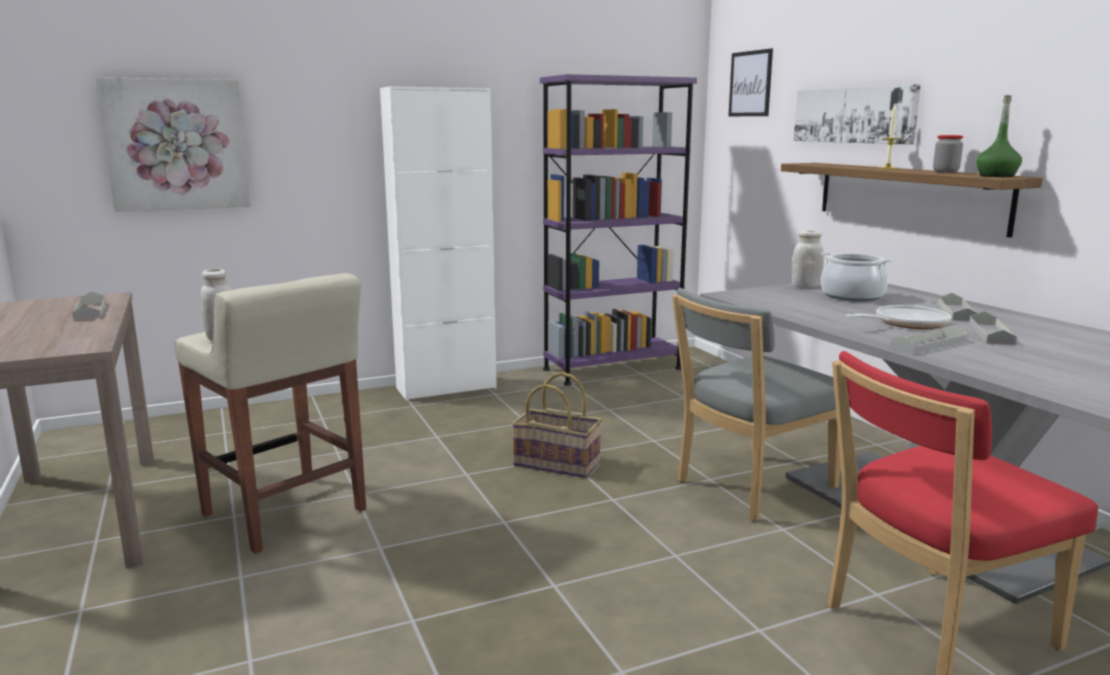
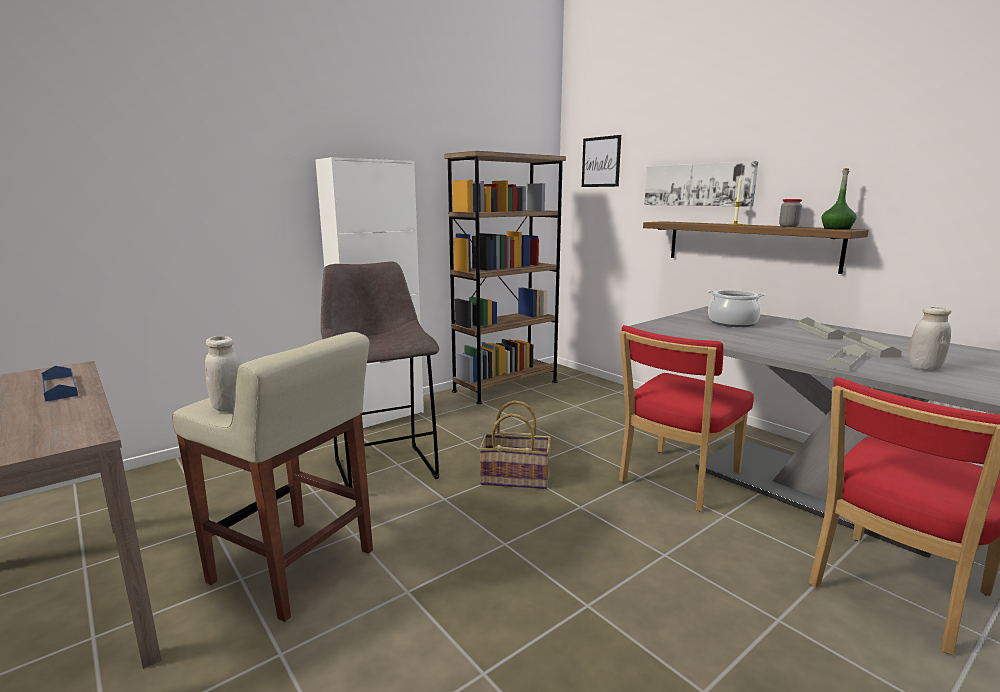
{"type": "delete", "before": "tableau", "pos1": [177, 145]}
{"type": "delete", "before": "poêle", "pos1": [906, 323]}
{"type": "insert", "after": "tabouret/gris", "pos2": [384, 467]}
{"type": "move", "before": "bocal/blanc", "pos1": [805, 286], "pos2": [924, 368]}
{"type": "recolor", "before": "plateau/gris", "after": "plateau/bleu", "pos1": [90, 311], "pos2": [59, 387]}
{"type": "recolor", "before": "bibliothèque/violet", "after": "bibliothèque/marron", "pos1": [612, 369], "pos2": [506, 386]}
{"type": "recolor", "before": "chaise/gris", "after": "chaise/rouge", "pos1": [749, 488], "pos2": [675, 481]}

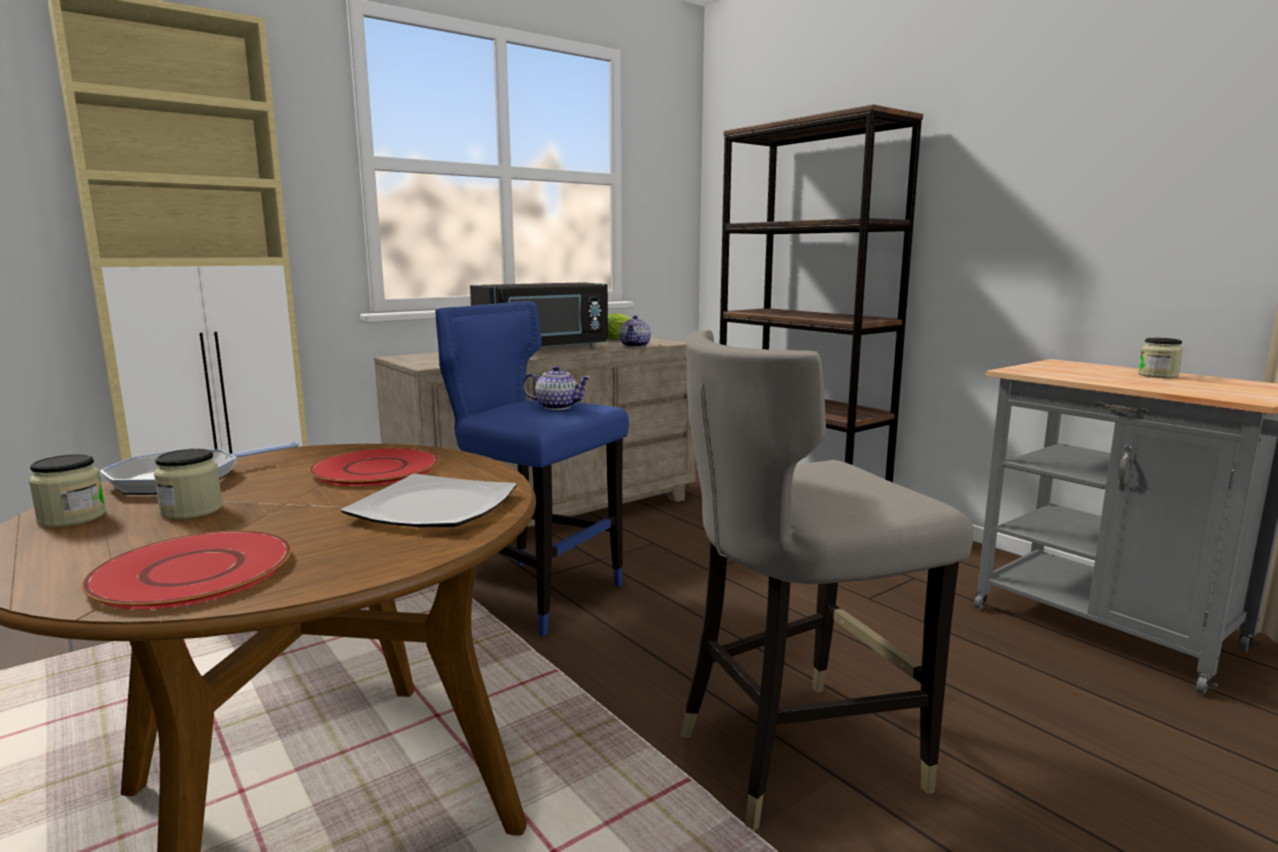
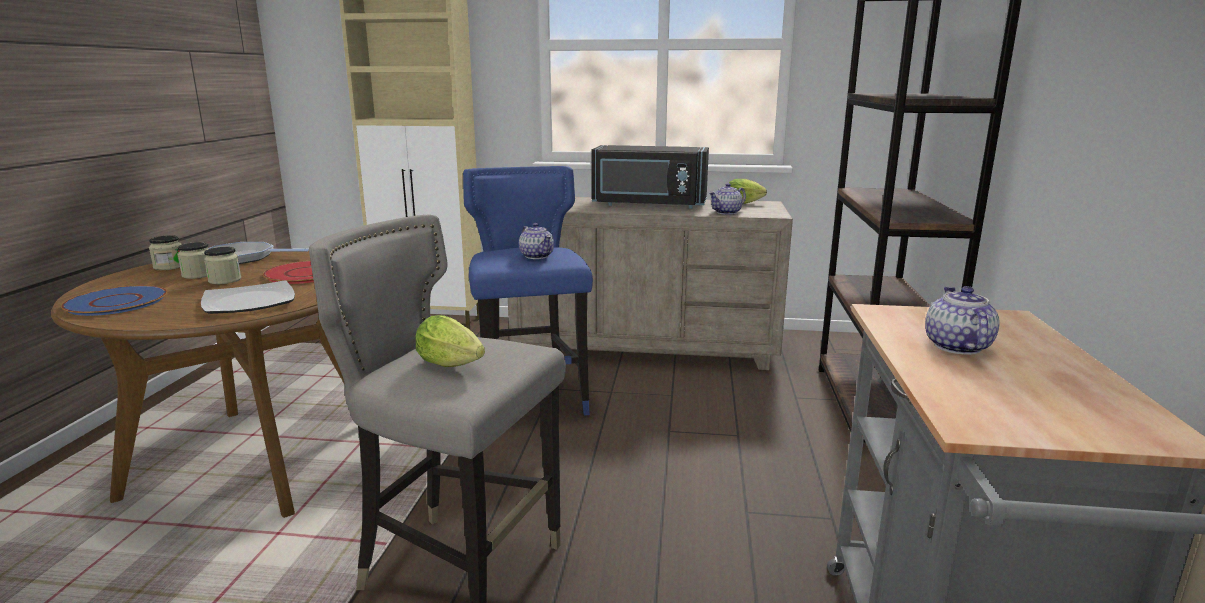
{"type": "insert", "after": "laitue", "pos2": [453, 366]}
{"type": "insert", "after": "théière", "pos2": [956, 347]}
{"type": "move", "before": "bocal", "pos1": [1157, 375], "pos2": [225, 280]}
{"type": "recolor", "before": "assiette/rouge", "after": "assiette/bleu", "pos1": [193, 572], "pos2": [116, 302]}

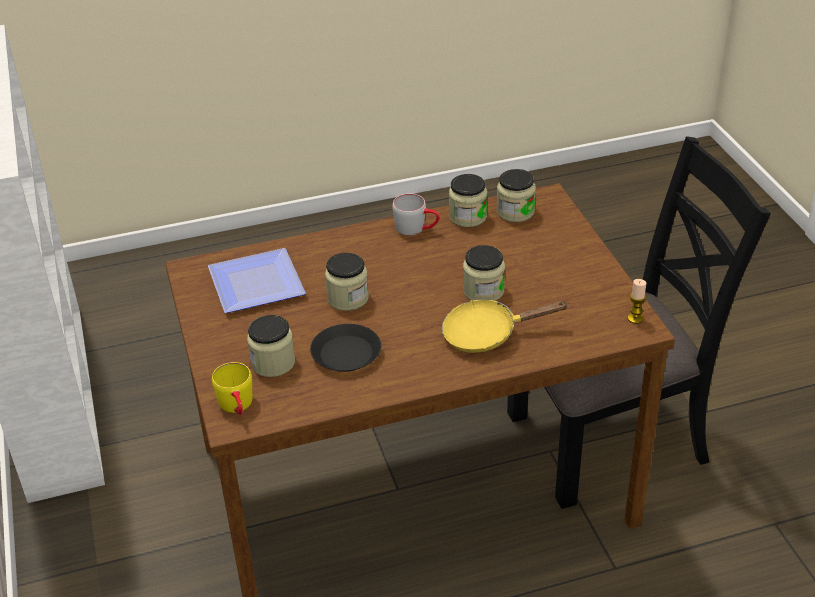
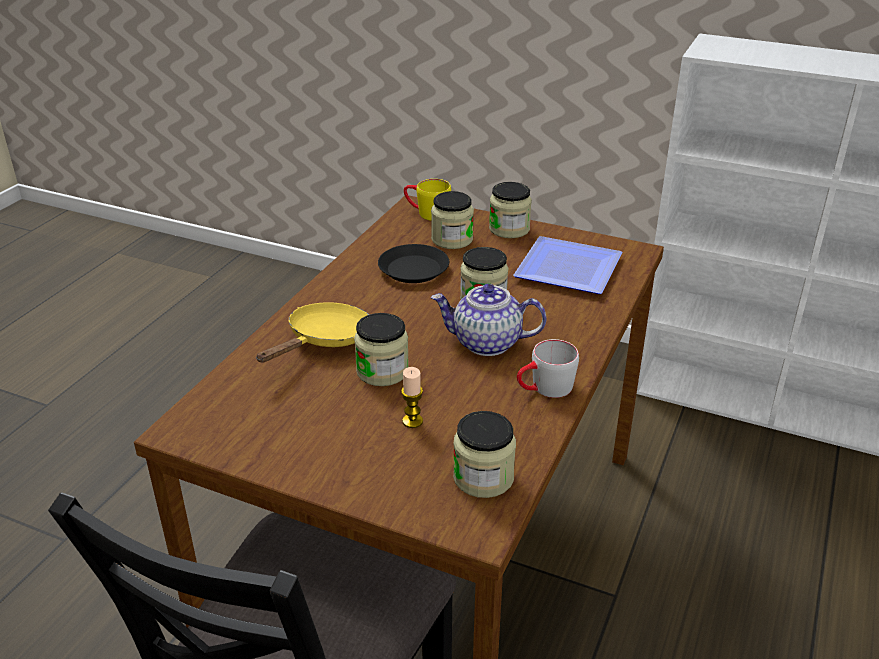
{"type": "insert", "after": "théière", "pos2": [486, 343]}
{"type": "move", "before": "bocal", "pos1": [467, 217], "pos2": [509, 229]}
{"type": "move", "before": "bougie", "pos1": [635, 318], "pos2": [412, 421]}

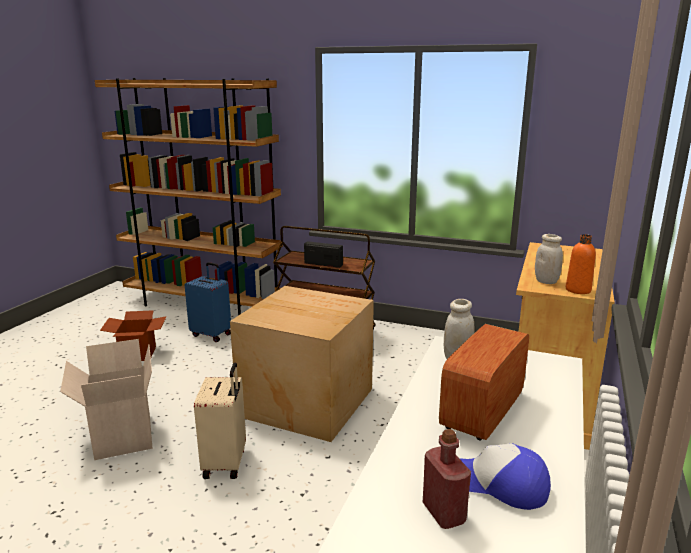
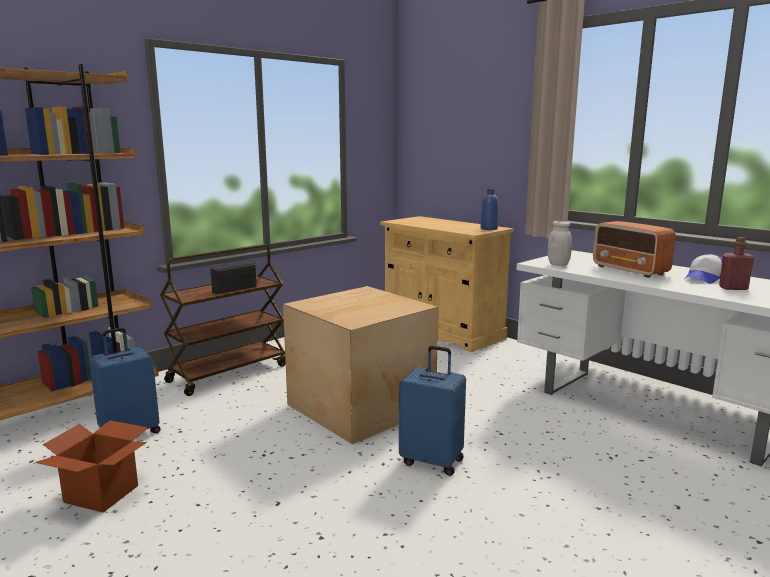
{"type": "delete", "before": "carton", "pos1": [121, 436]}
{"type": "delete", "before": "bocal/blanc", "pos1": [546, 281]}
{"type": "recolor", "before": "valise/beige", "after": "valise/bleu", "pos1": [226, 463], "pos2": [432, 461]}
{"type": "recolor", "before": "bouteille/orange", "after": "bouteille/bleu", "pos1": [578, 290], "pos2": [489, 229]}

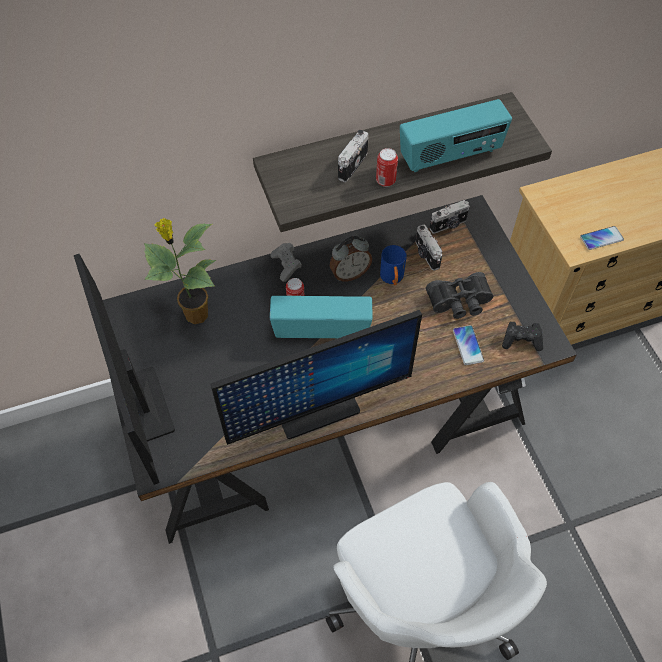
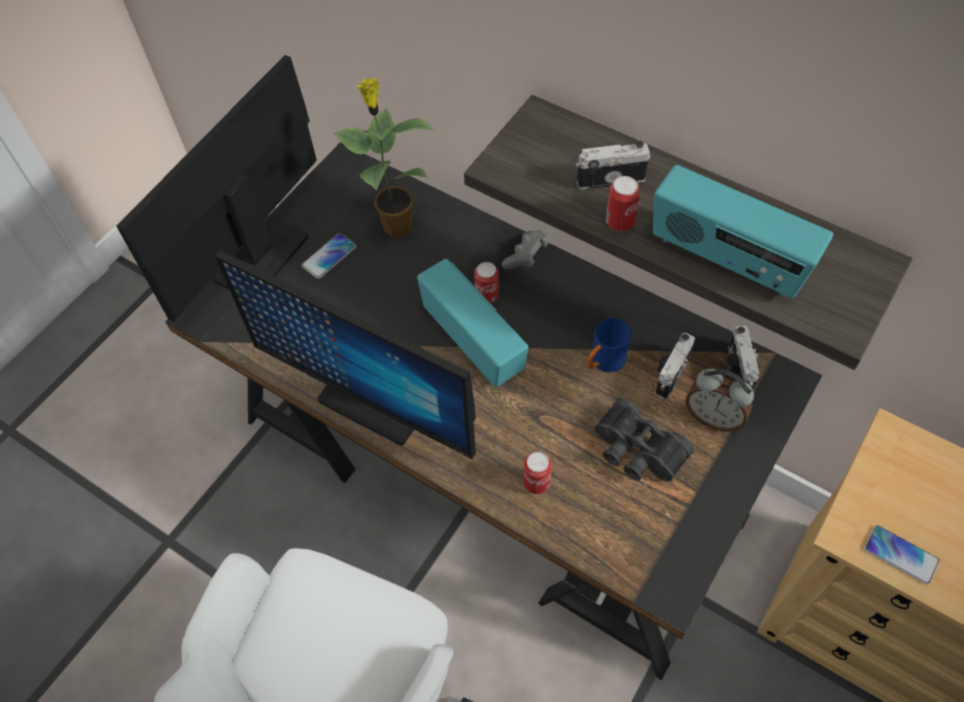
{"type": "delete", "before": "manette/noir", "pos1": [521, 340]}
{"type": "insert", "after": "boîte métallique", "pos2": [536, 483]}
{"type": "move", "before": "réveil", "pos1": [349, 273], "pos2": [713, 417]}
{"type": "move", "before": "téléphone", "pos1": [468, 345], "pos2": [329, 256]}
{"type": "rotate", "before": "appareil photo", "pos1": [448, 225], "pos2": [737, 369], "turn": 60}

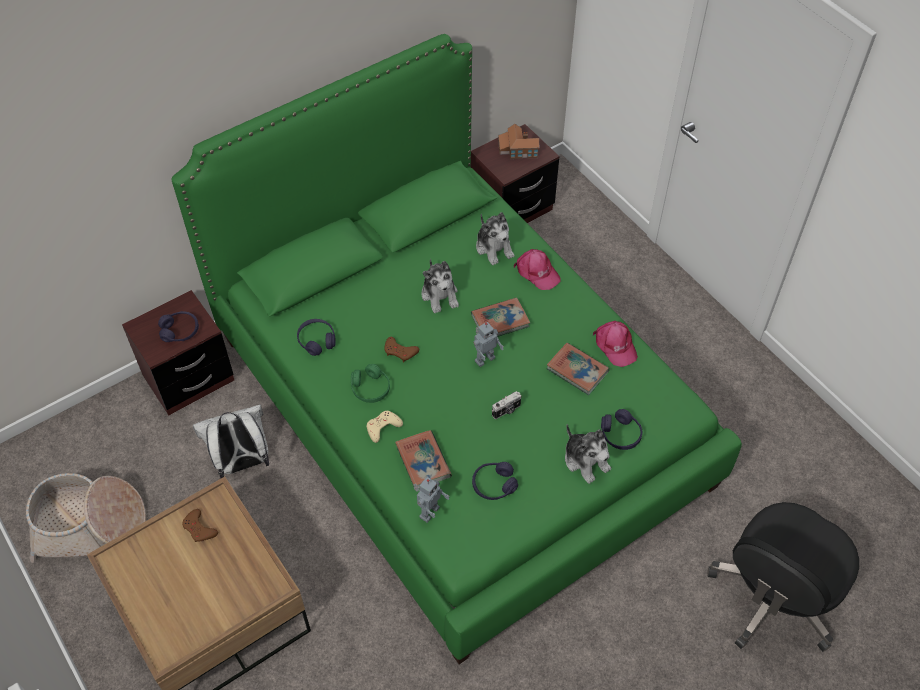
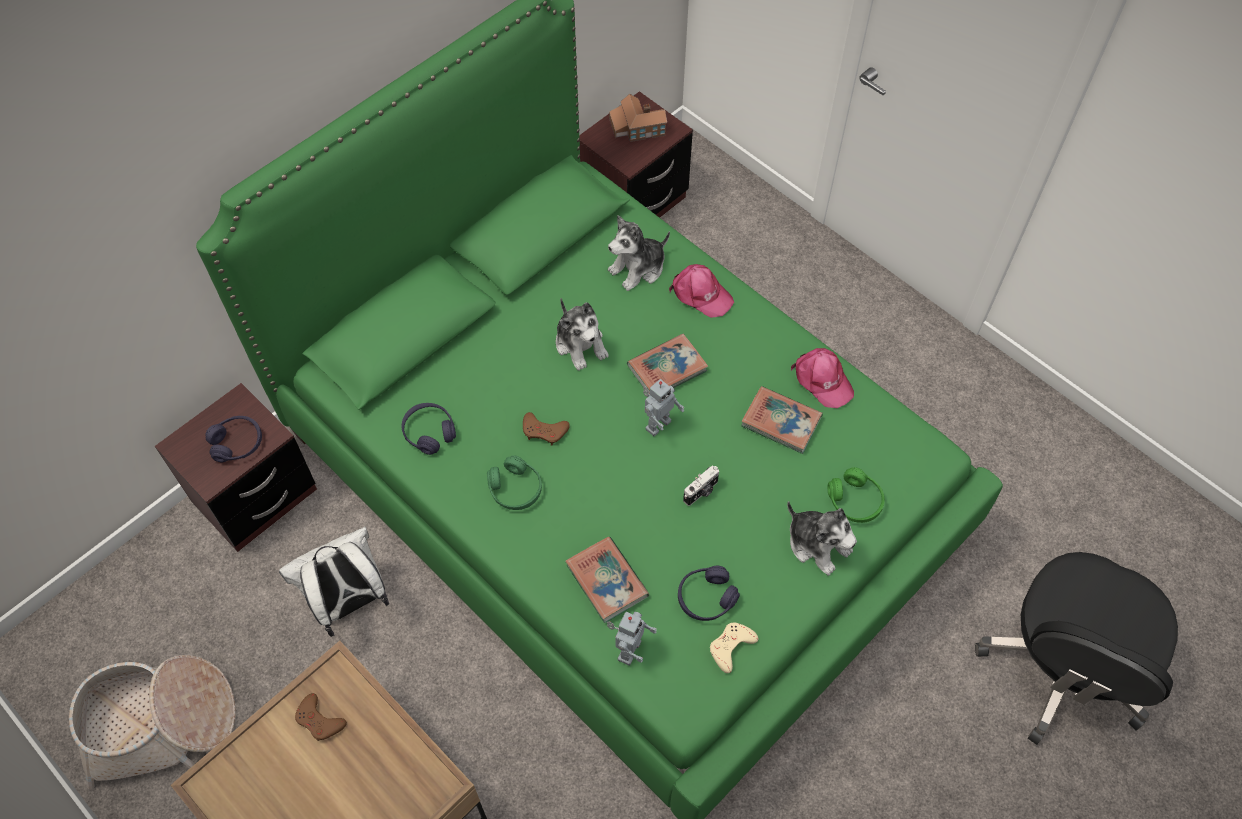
{"type": "move", "before": "manette/beige", "pos1": [383, 427], "pos2": [731, 647]}
{"type": "recolor", "before": "casque audio/violet", "after": "casque audio/vert", "pos1": [620, 434], "pos2": [854, 501]}
{"type": "rotate", "before": "peluche", "pos1": [494, 248], "pos2": [638, 268], "turn": 90}

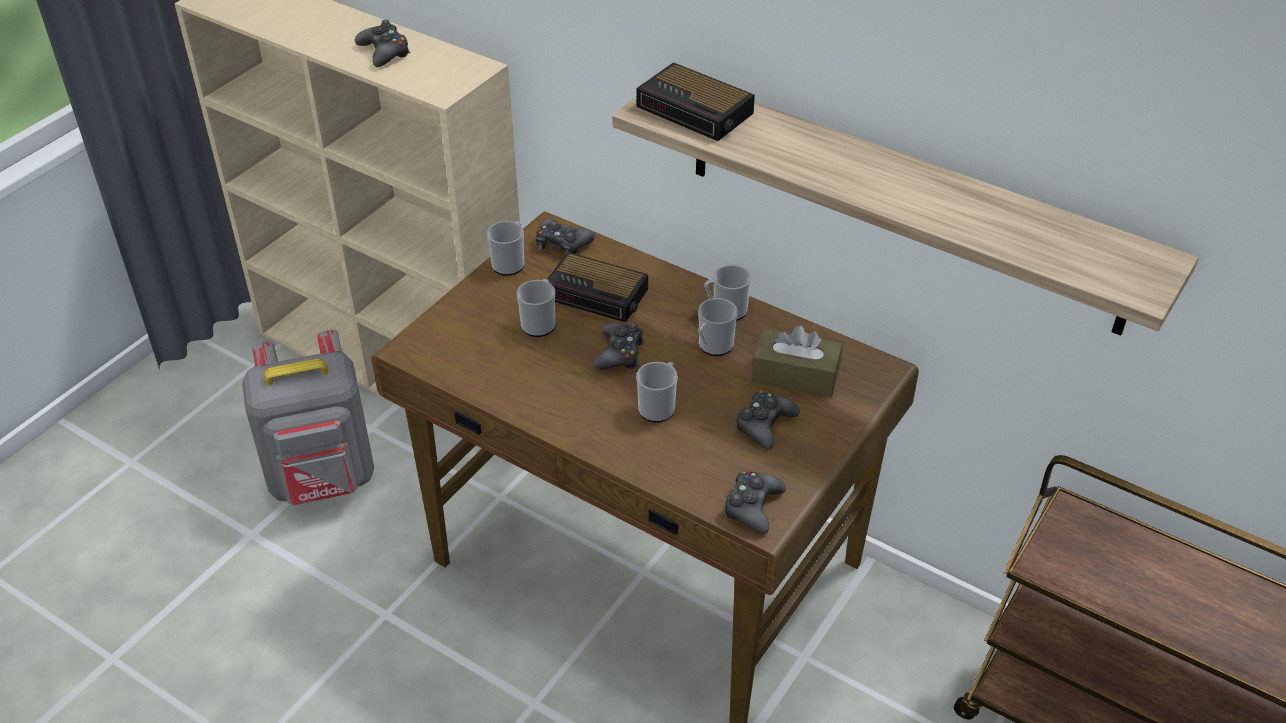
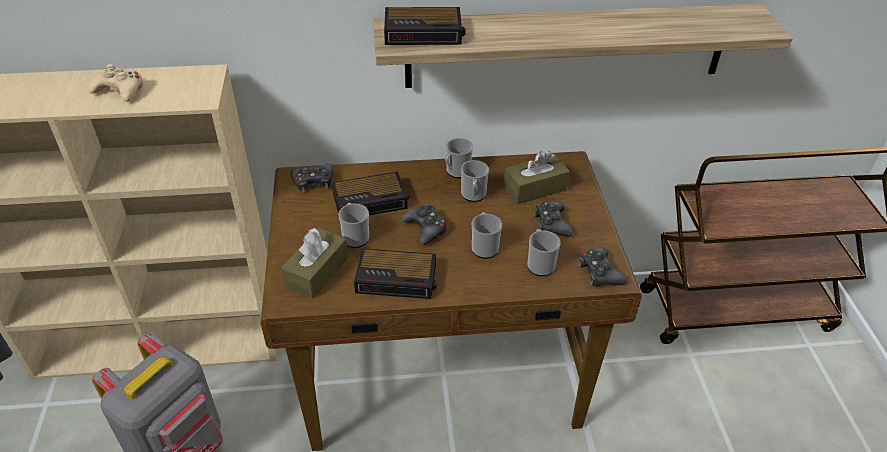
{"type": "insert", "after": "boîte à mouchoirs/marron", "pos2": [317, 272]}
{"type": "insert", "after": "réveil", "pos2": [398, 279]}
{"type": "move", "before": "mug", "pos1": [510, 263], "pos2": [540, 264]}
{"type": "recolor", "before": "manette/noir", "after": "manette/beige", "pos1": [384, 52], "pos2": [120, 91]}

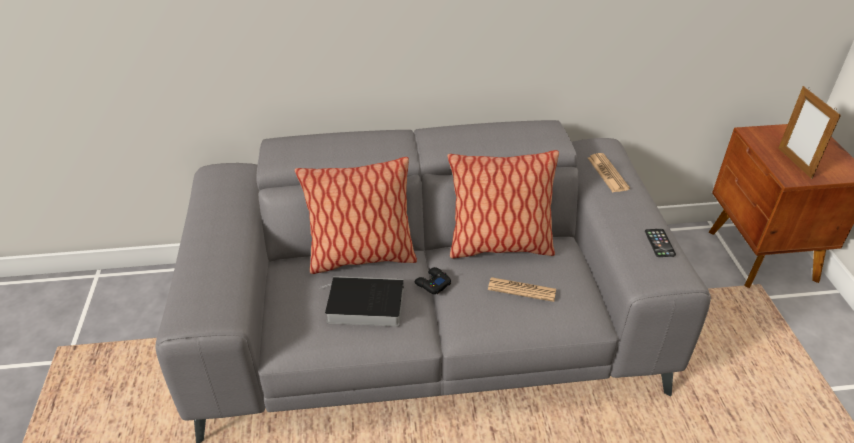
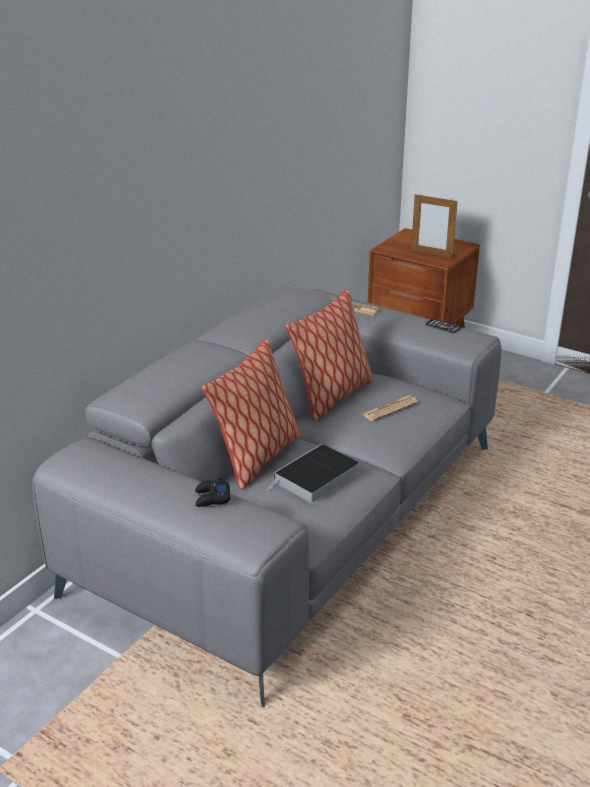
{"type": "move", "before": "manette/noir", "pos1": [432, 284], "pos2": [212, 498]}

